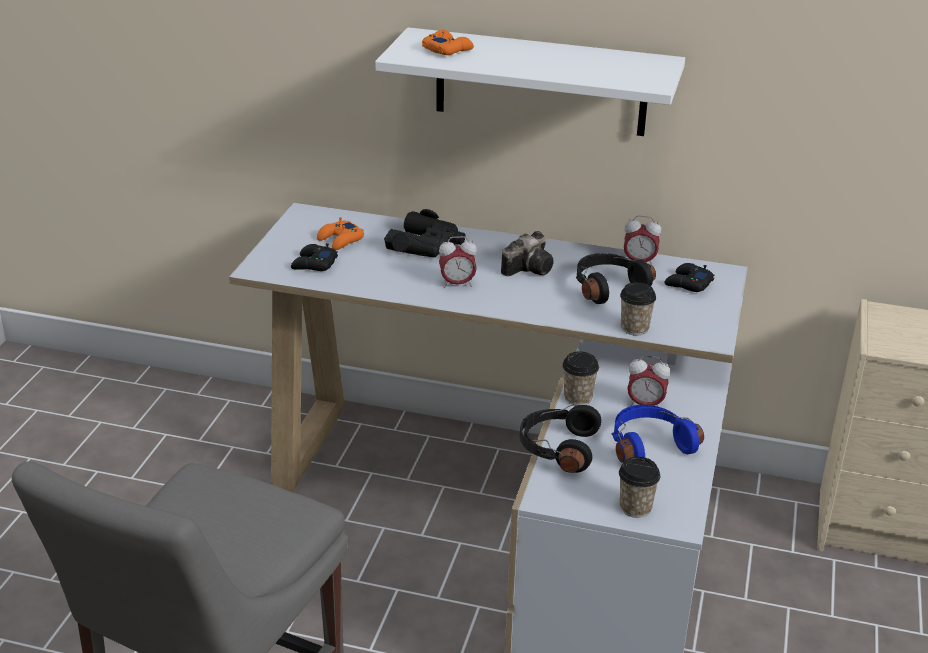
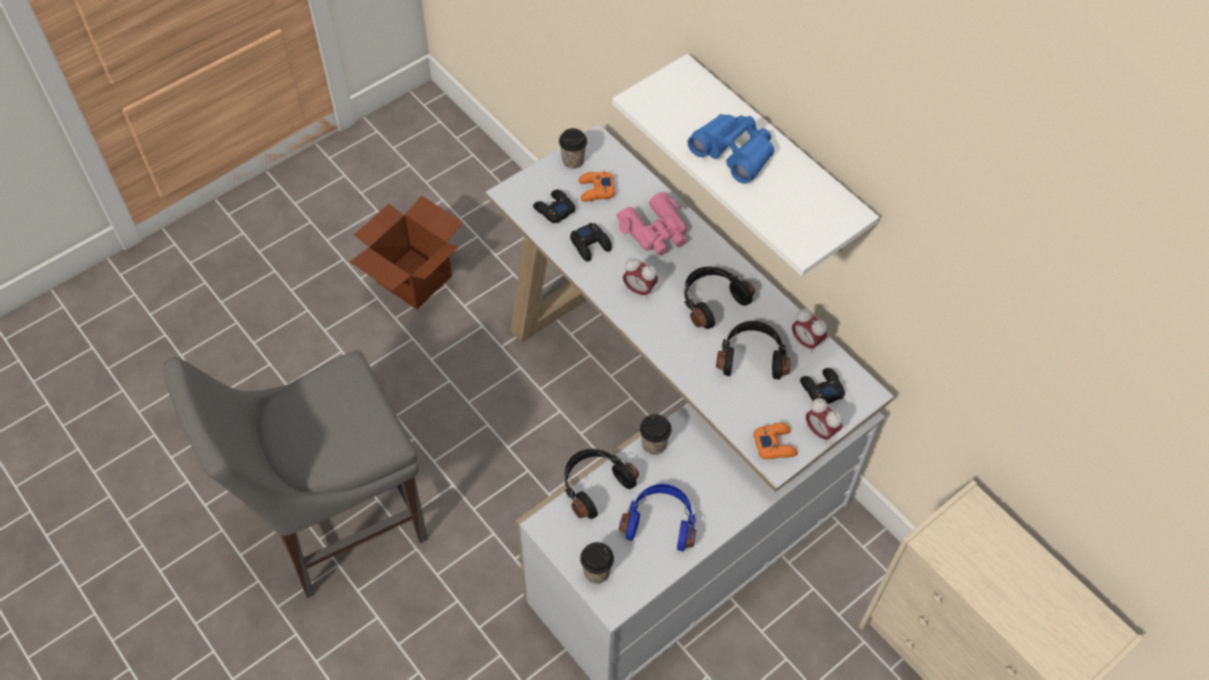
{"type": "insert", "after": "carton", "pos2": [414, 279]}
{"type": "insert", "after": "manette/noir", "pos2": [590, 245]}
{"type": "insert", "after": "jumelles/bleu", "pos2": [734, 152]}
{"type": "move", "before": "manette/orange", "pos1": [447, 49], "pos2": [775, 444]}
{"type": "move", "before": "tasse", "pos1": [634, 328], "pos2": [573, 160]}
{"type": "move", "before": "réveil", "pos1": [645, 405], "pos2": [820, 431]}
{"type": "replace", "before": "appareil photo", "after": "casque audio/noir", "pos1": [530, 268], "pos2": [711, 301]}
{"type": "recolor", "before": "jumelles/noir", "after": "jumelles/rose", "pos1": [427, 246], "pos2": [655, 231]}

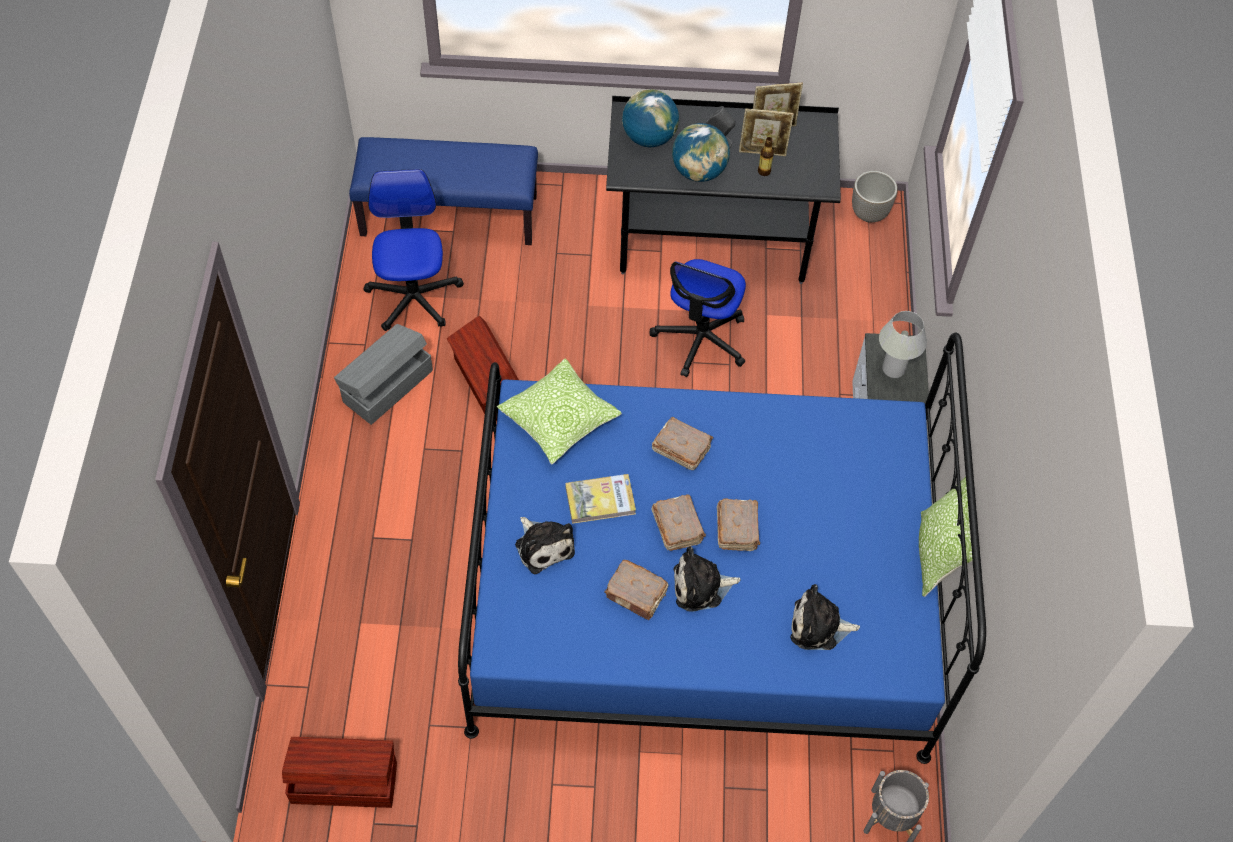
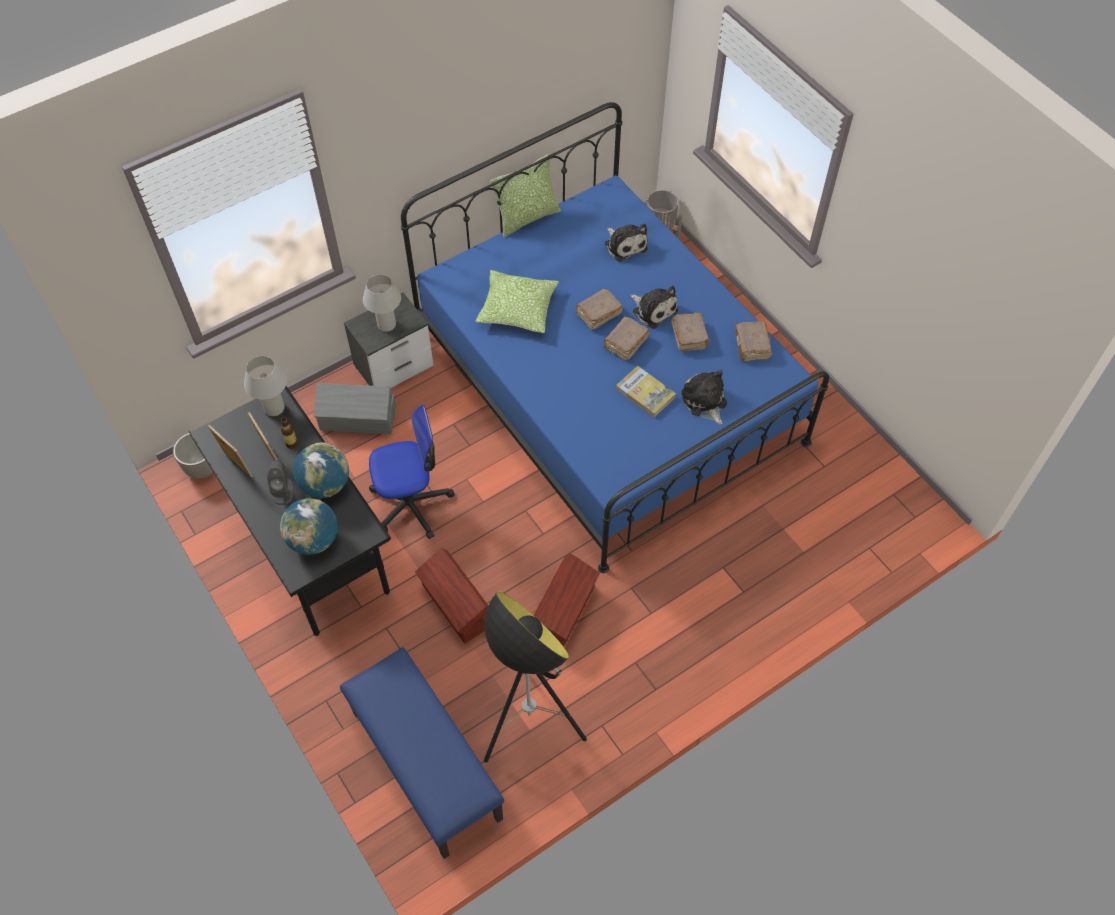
{"type": "insert", "after": "lampe de table/blanc", "pos2": [274, 408]}
{"type": "move", "before": "boîte de rangement/marron", "pos1": [343, 781], "pos2": [457, 605]}
{"type": "move", "before": "boîte de rangement/gris", "pos1": [386, 386], "pos2": [358, 419]}
{"type": "move", "before": "coussin", "pos1": [559, 418], "pos2": [517, 309]}
{"type": "move", "before": "livre/marron", "pos1": [680, 448], "pos2": [751, 346]}
{"type": "replace", "before": "chaise de bureau", "after": "lampadaire", "pos1": [414, 297], "pos2": [529, 725]}
{"type": "rotate", "before": "peluche", "pos1": [543, 546], "pos2": [704, 402], "turn": -45}

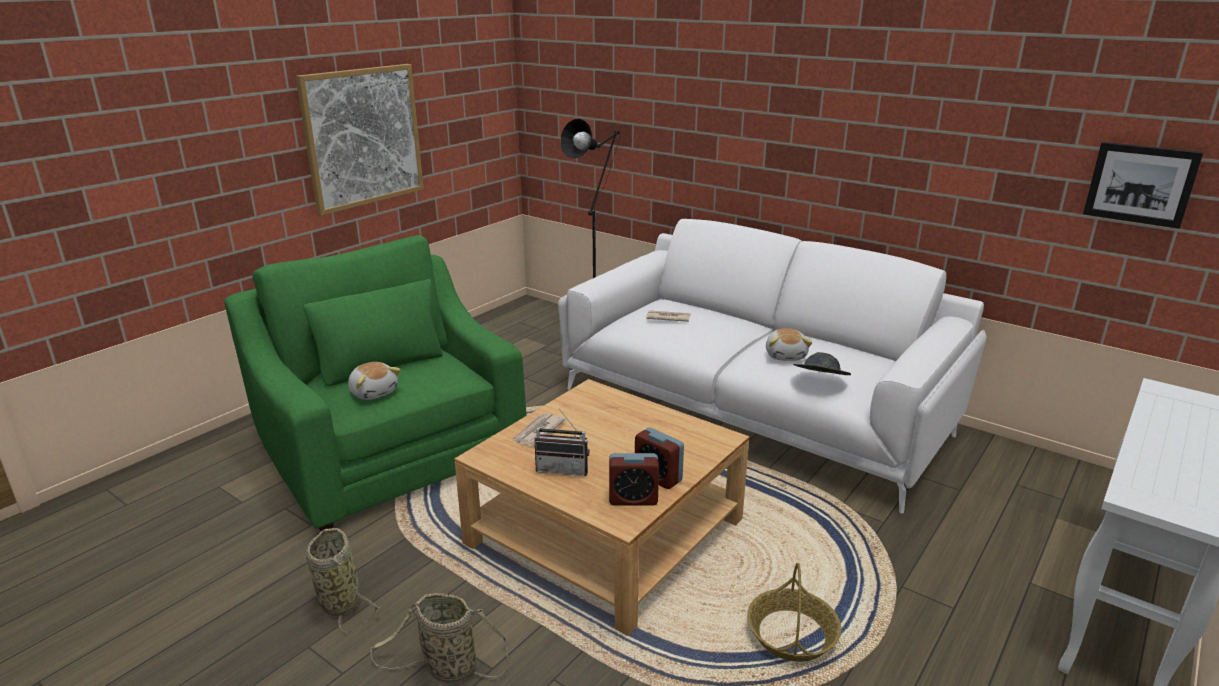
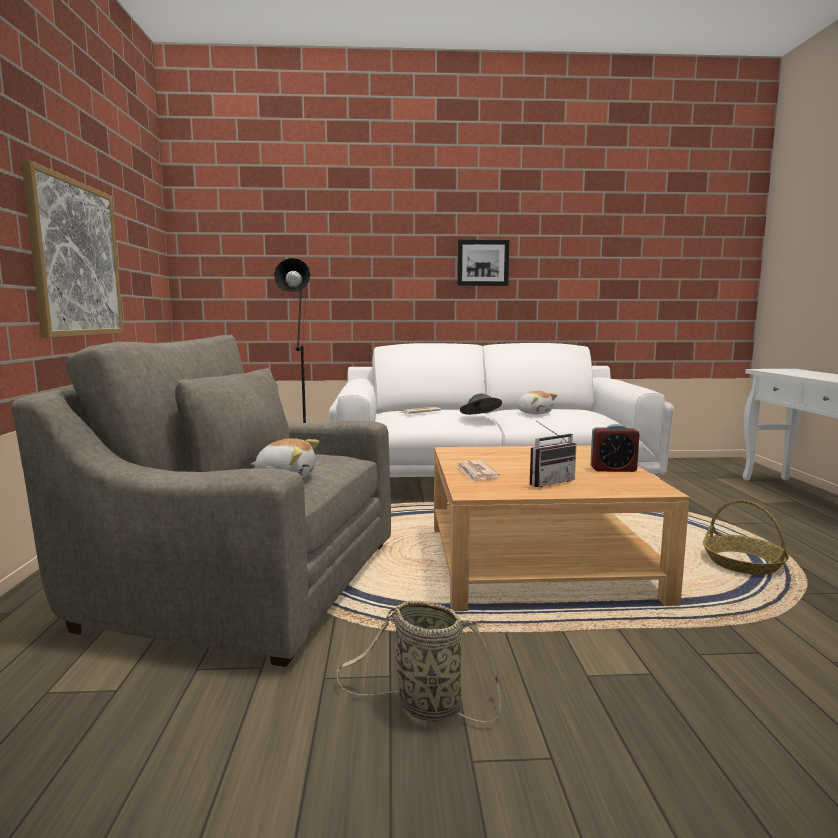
{"type": "delete", "before": "panier", "pos1": [446, 668]}
{"type": "delete", "before": "réveil", "pos1": [633, 499]}
{"type": "move", "before": "chapeau/gris", "pos1": [819, 381], "pos2": [480, 417]}
{"type": "move", "before": "tableau", "pos1": [1140, 184], "pos2": [482, 263]}
{"type": "recolor", "before": "fauteuil/vert", "after": "fauteuil/gris", "pos1": [390, 450], "pos2": [242, 582]}

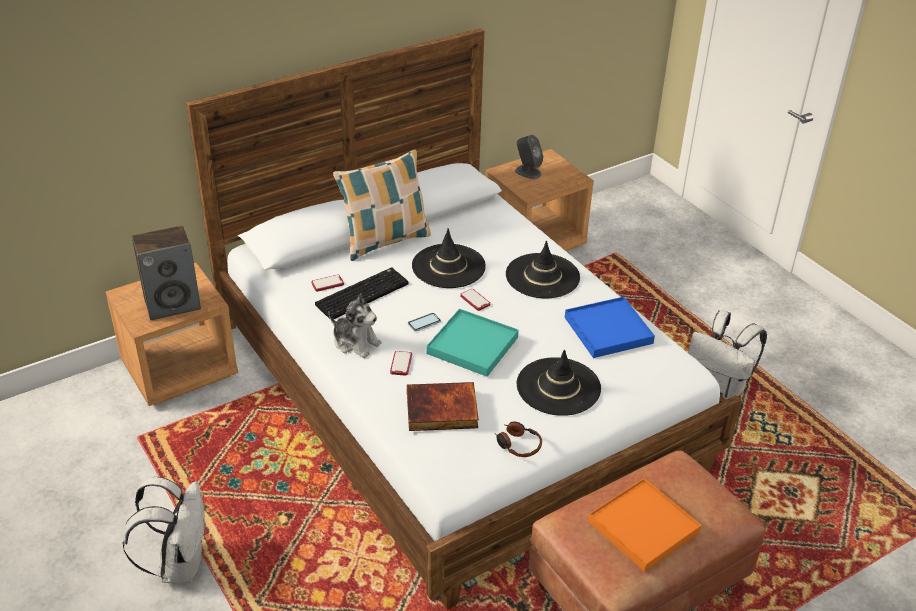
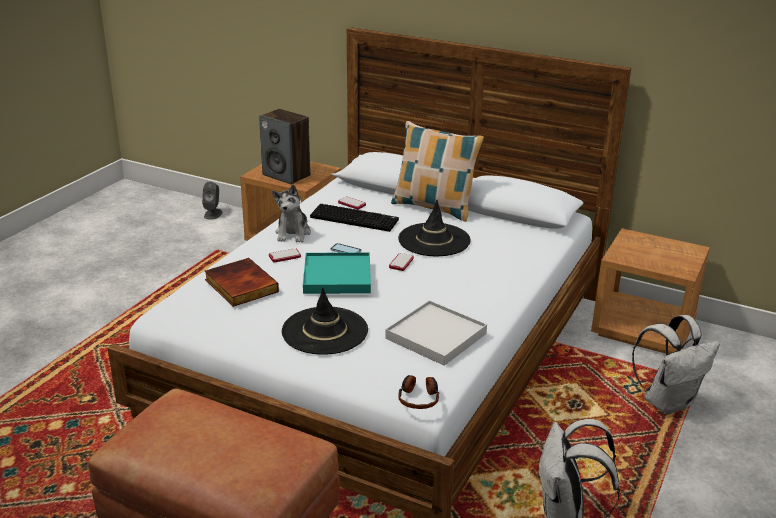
{"type": "delete", "before": "chapeau/noir", "pos1": [542, 276]}
{"type": "delete", "before": "plateau/orange", "pos1": [643, 527]}
{"type": "move", "before": "sac à dos/blanc", "pos1": [180, 564], "pos2": [668, 401]}
{"type": "move", "before": "casque audio", "pos1": [518, 445], "pos2": [419, 398]}
{"type": "move", "before": "enceinte/gris", "pos1": [527, 172], "pos2": [213, 214]}
{"type": "recolor", "before": "plateau/bleu", "after": "plateau/blanc", "pos1": [608, 330], "pos2": [436, 336]}

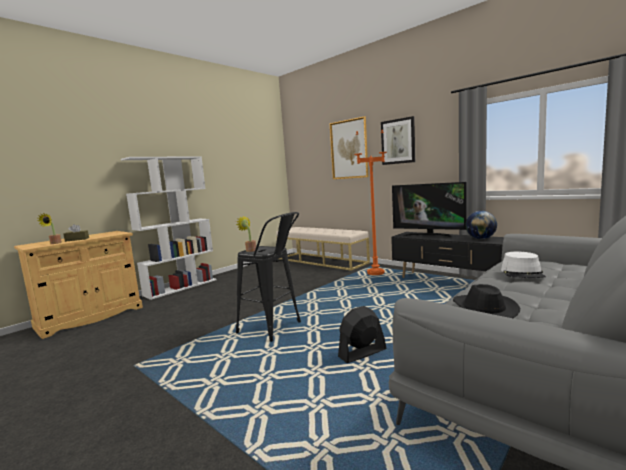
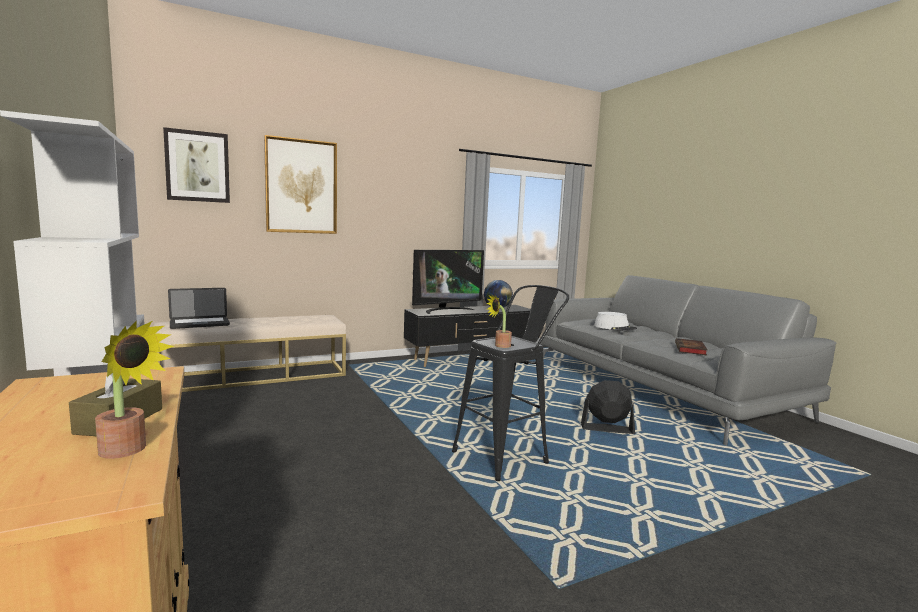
{"type": "delete", "before": "lampadaire/orange", "pos1": [375, 273]}
{"type": "insert", "after": "ordinateur portable", "pos2": [199, 324]}
{"type": "move", "before": "tableau", "pos1": [398, 141], "pos2": [197, 166]}
{"type": "replace", "before": "chapeau/noir", "after": "livre", "pos1": [483, 309], "pos2": [690, 349]}
{"type": "rotate", "before": "ventilateur/noir", "pos1": [362, 353], "pos2": [607, 429], "turn": 105}

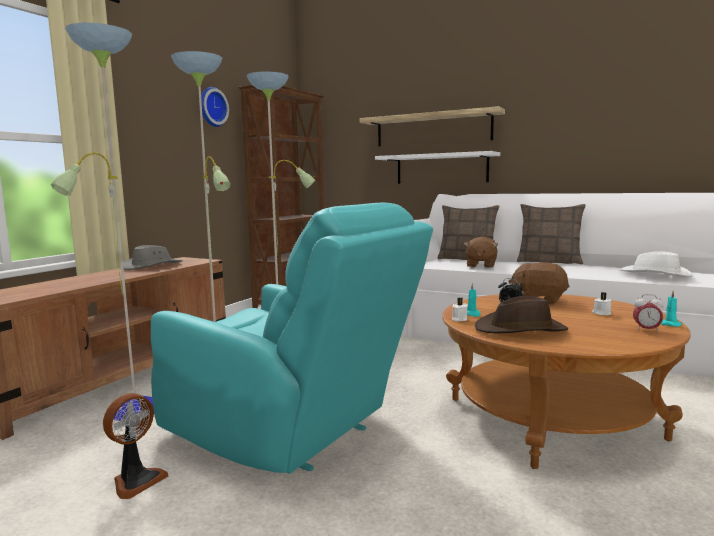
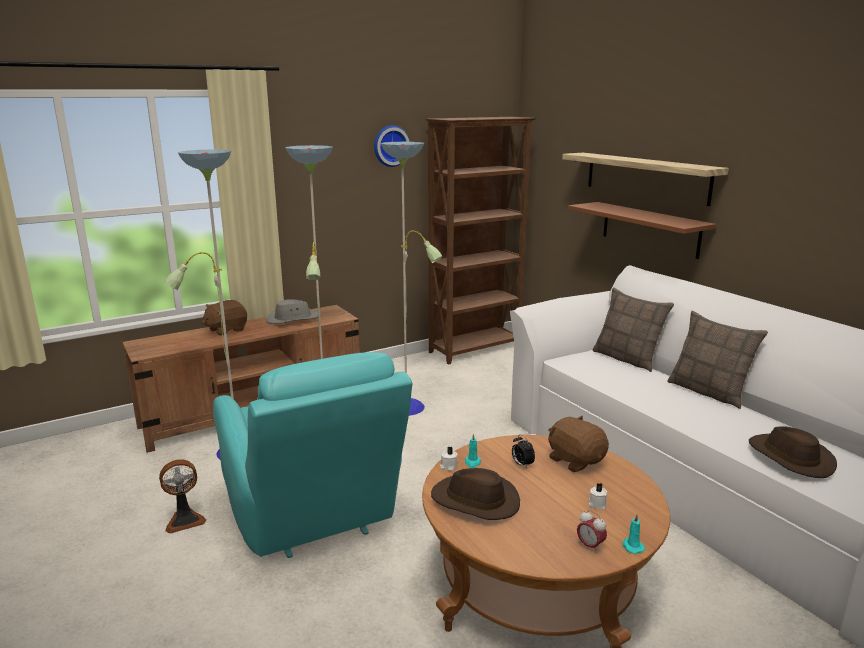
{"type": "move", "before": "peluche/marron", "pos1": [480, 265], "pos2": [226, 330]}
{"type": "recolor", "before": "étagère/blanc", "after": "étagère/marron", "pos1": [441, 168], "pos2": [650, 229]}
{"type": "recolor", "before": "chapeau/blanc", "after": "chapeau/marron", "pos1": [655, 274], "pos2": [789, 458]}

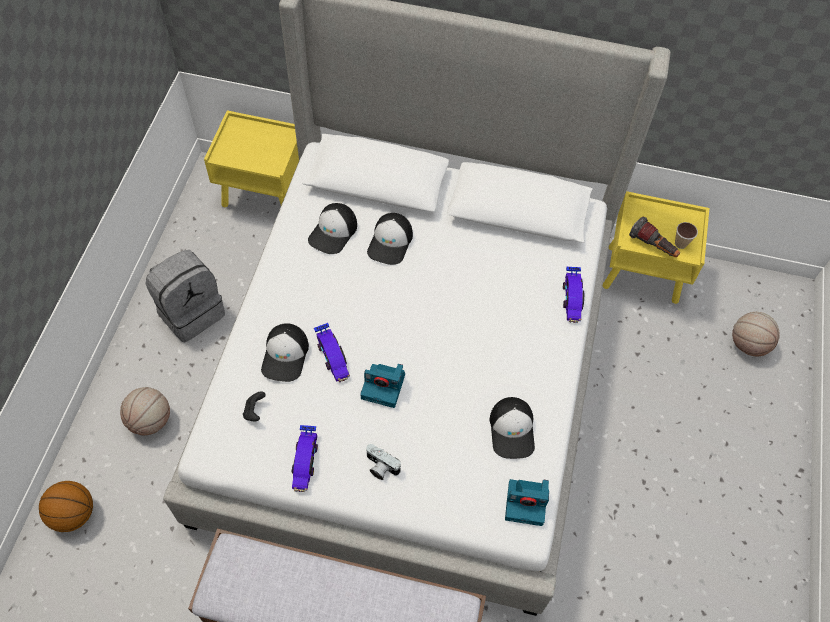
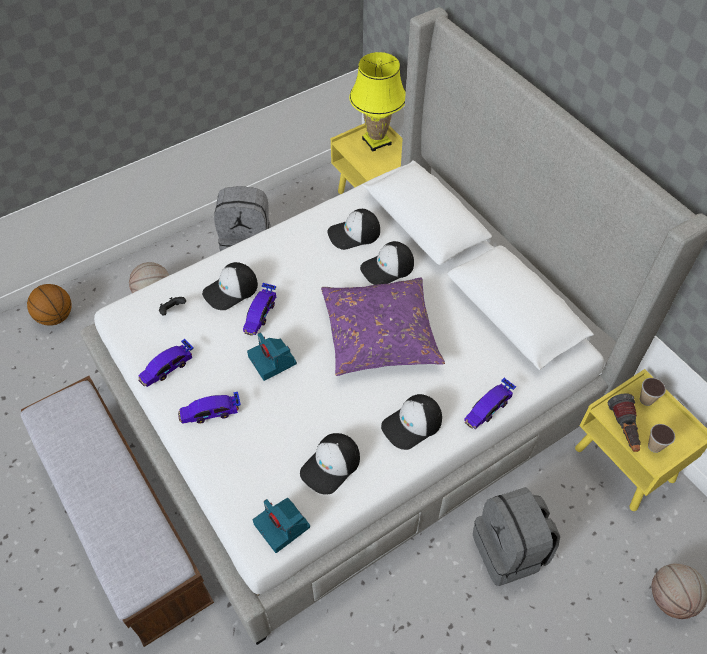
{"type": "insert", "after": "coussin/violet", "pos2": [380, 334]}
{"type": "insert", "after": "lampe de table/jaune", "pos2": [376, 141]}
{"type": "insert", "after": "casquette", "pos2": [412, 424]}
{"type": "insert", "after": "sac à dos/gris", "pos2": [510, 551]}
{"type": "insert", "after": "tasse", "pos2": [646, 400]}
{"type": "replace", "before": "appareil photo", "after": "petite voiture", "pos1": [380, 467], "pos2": [210, 412]}

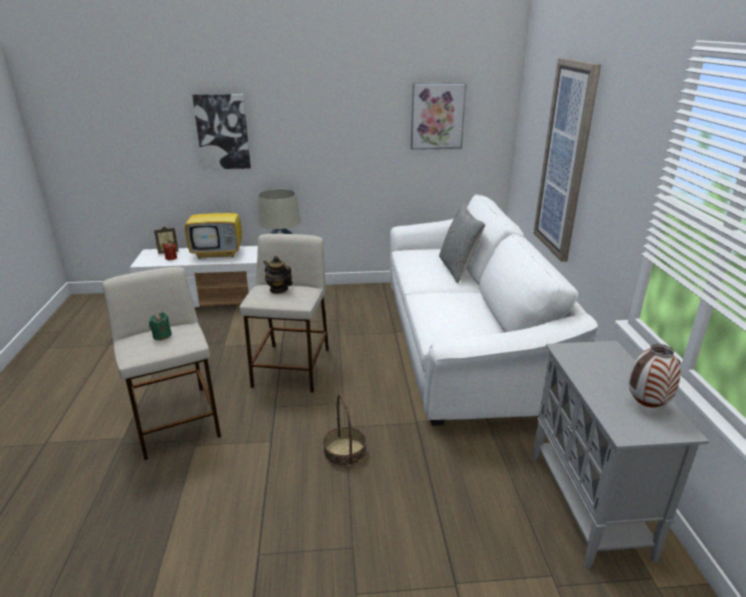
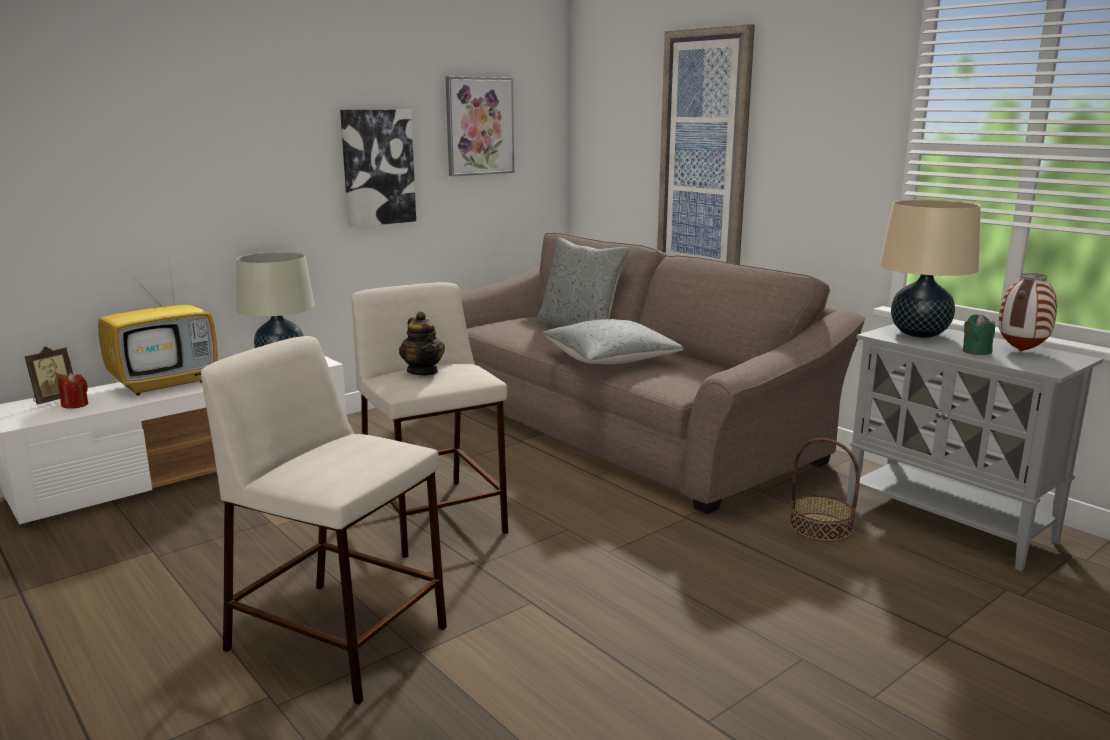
{"type": "insert", "after": "coussin/gris", "pos2": [610, 359]}
{"type": "insert", "after": "lampe de table/beige", "pos2": [919, 334]}
{"type": "move", "before": "bougie/vert", "pos1": [162, 336], "pos2": [976, 351]}
{"type": "move", "before": "tableau", "pos1": [222, 132], "pos2": [378, 167]}
{"type": "move", "before": "panier", "pos1": [344, 452], "pos2": [820, 527]}
{"type": "recolor", "before": "canapé/blanc", "after": "canapé/marron", "pos1": [462, 342], "pos2": [620, 429]}
{"type": "rotate", "before": "théière", "pos1": [278, 289], "pos2": [423, 371], "turn": -120}

